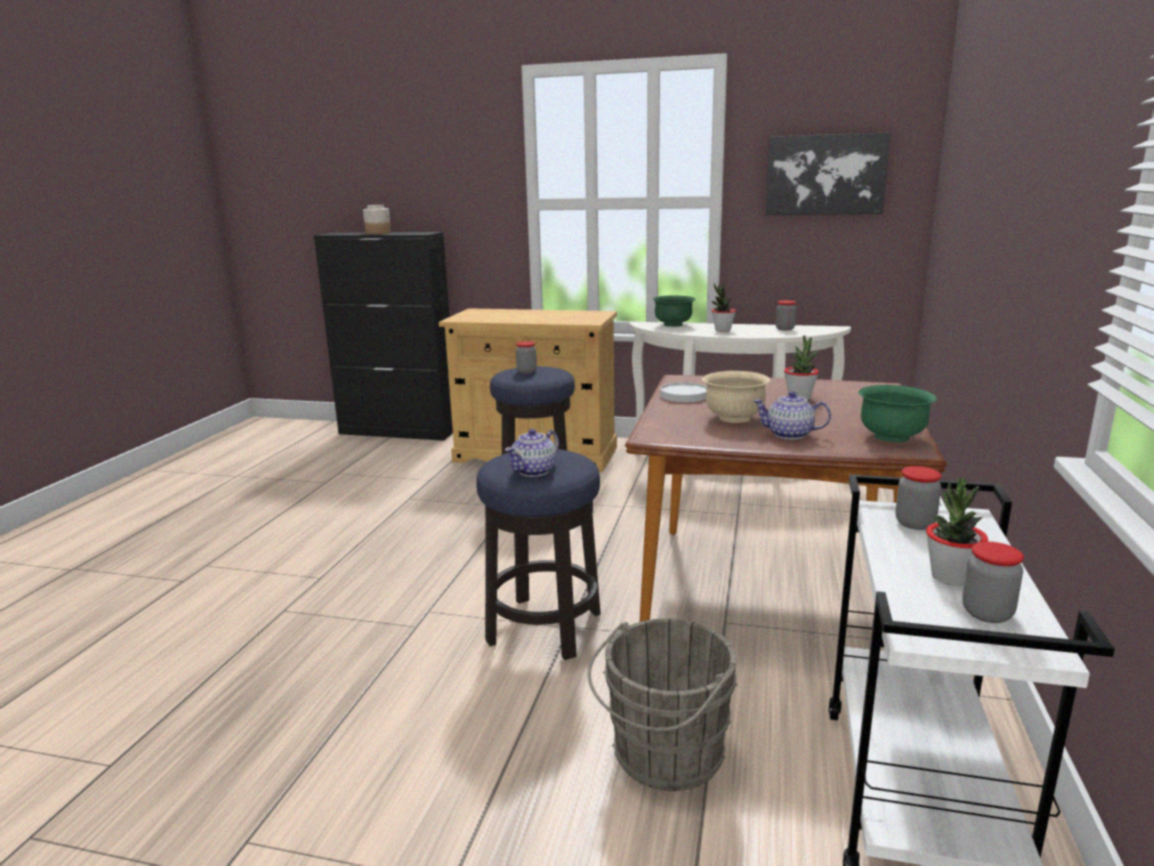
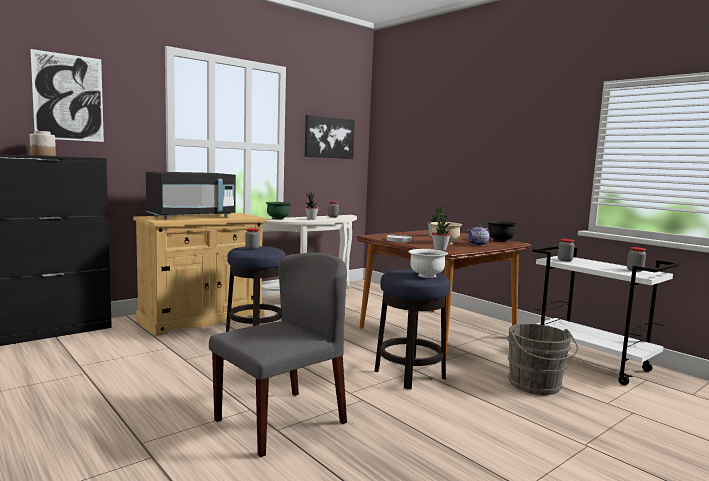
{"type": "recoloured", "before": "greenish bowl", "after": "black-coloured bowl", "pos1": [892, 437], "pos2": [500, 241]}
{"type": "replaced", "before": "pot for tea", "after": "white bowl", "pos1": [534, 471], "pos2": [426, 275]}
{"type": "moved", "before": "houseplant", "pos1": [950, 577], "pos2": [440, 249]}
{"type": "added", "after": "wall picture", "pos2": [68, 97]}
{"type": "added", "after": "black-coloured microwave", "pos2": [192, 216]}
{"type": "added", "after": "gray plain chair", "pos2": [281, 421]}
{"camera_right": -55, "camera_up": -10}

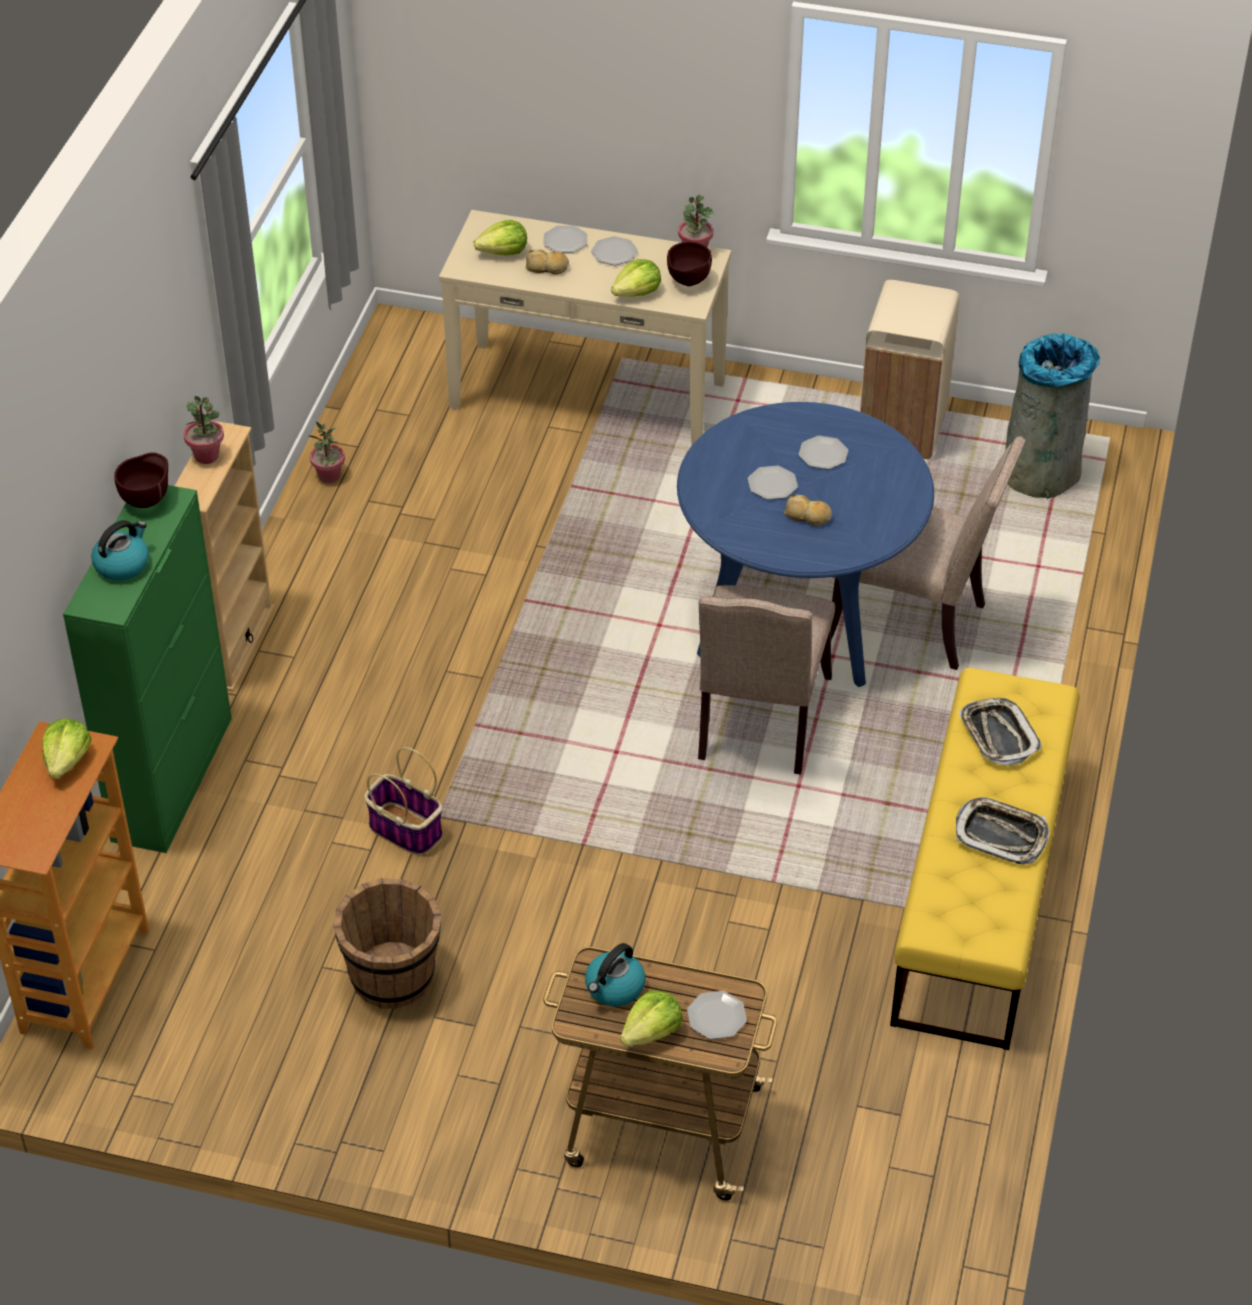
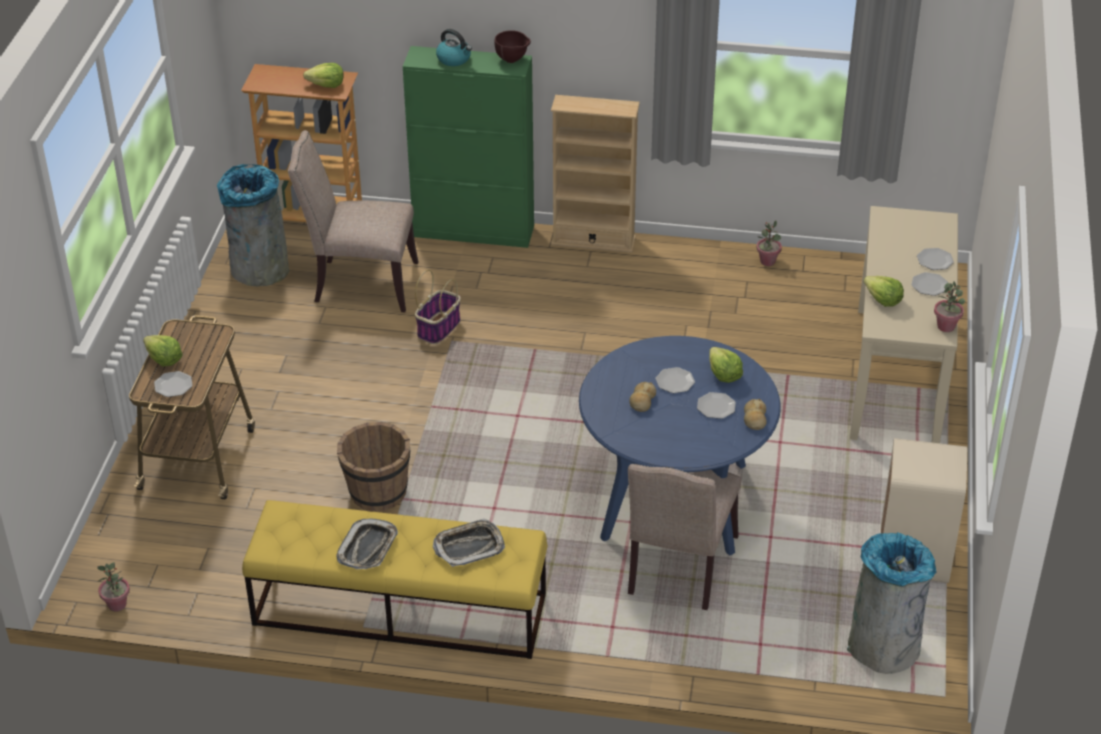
{"type": "moved", "before": "lettuce head", "pos1": [503, 252], "pos2": [723, 374]}
{"type": "removed", "before": "brown bowl", "pos1": [687, 283]}
{"type": "moved", "before": "bakery bread", "pos1": [547, 268], "pos2": [754, 419]}
{"type": "moved", "before": "houseplant", "pos1": [207, 456], "pos2": [117, 605]}
{"type": "moved", "before": "beige-coloured plain chair", "pos1": [759, 723], "pos2": [360, 283]}
{"type": "moved", "before": "brown water bucket", "pos1": [393, 977], "pos2": [377, 492]}
{"type": "removed", "before": "kettle", "pos1": [614, 988]}
{"type": "added", "after": "gray waste bin", "pos2": [259, 269]}
{"camera_right": 85, "camera_up": -5}

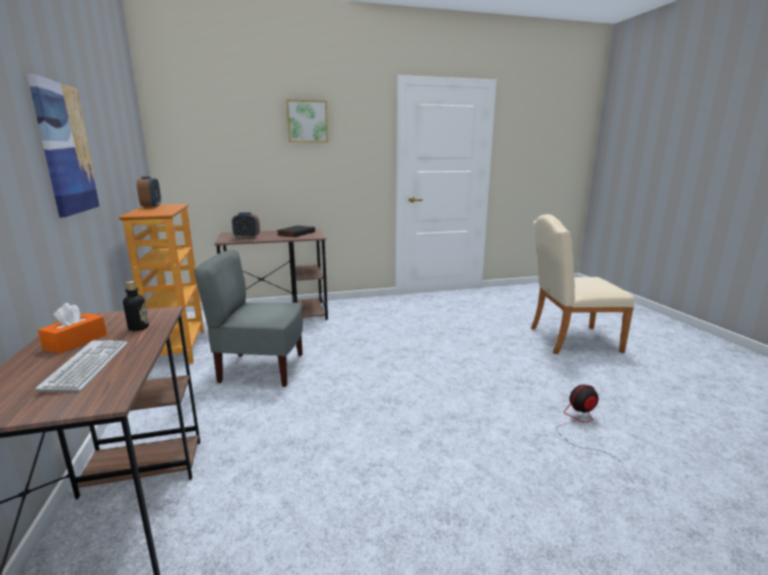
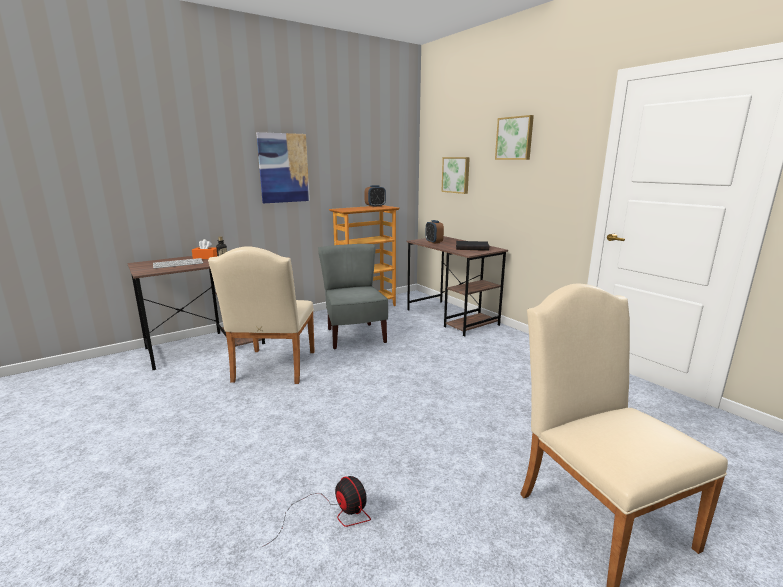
{"type": "added", "after": "wall picture", "pos2": [456, 175]}
{"type": "added", "after": "beige-coloured plain chair", "pos2": [273, 369]}
{"camera_right": 70, "camera_up": 0}

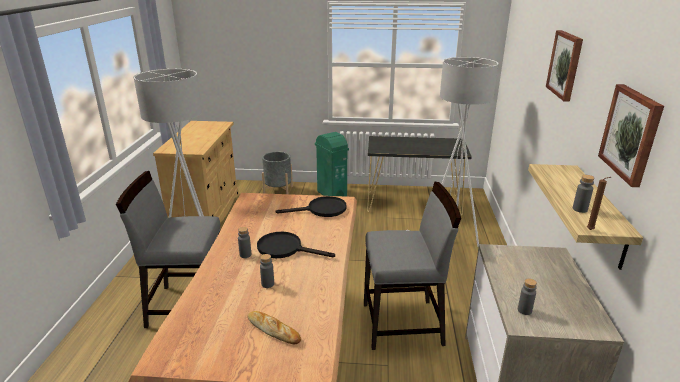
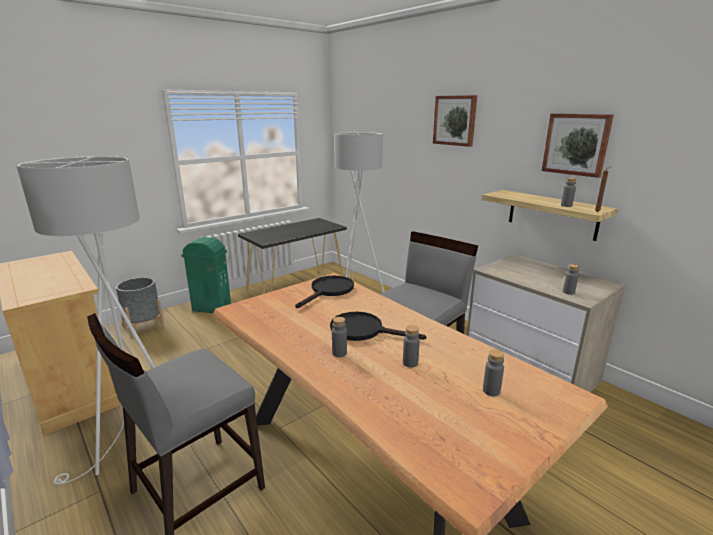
{"type": "turned", "before": "black-coloured skillet", "pos1": [285, 249], "pos2": [364, 330], "turn": 45}
{"type": "replaced", "before": "bakery bread", "after": "gray bottle", "pos1": [273, 330], "pos2": [491, 391]}
{"camera_right": -45, "camera_up": -5}

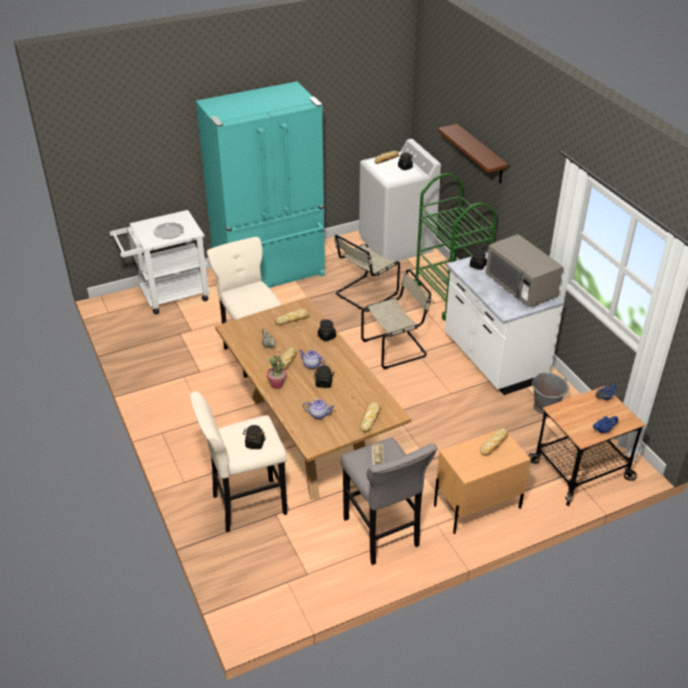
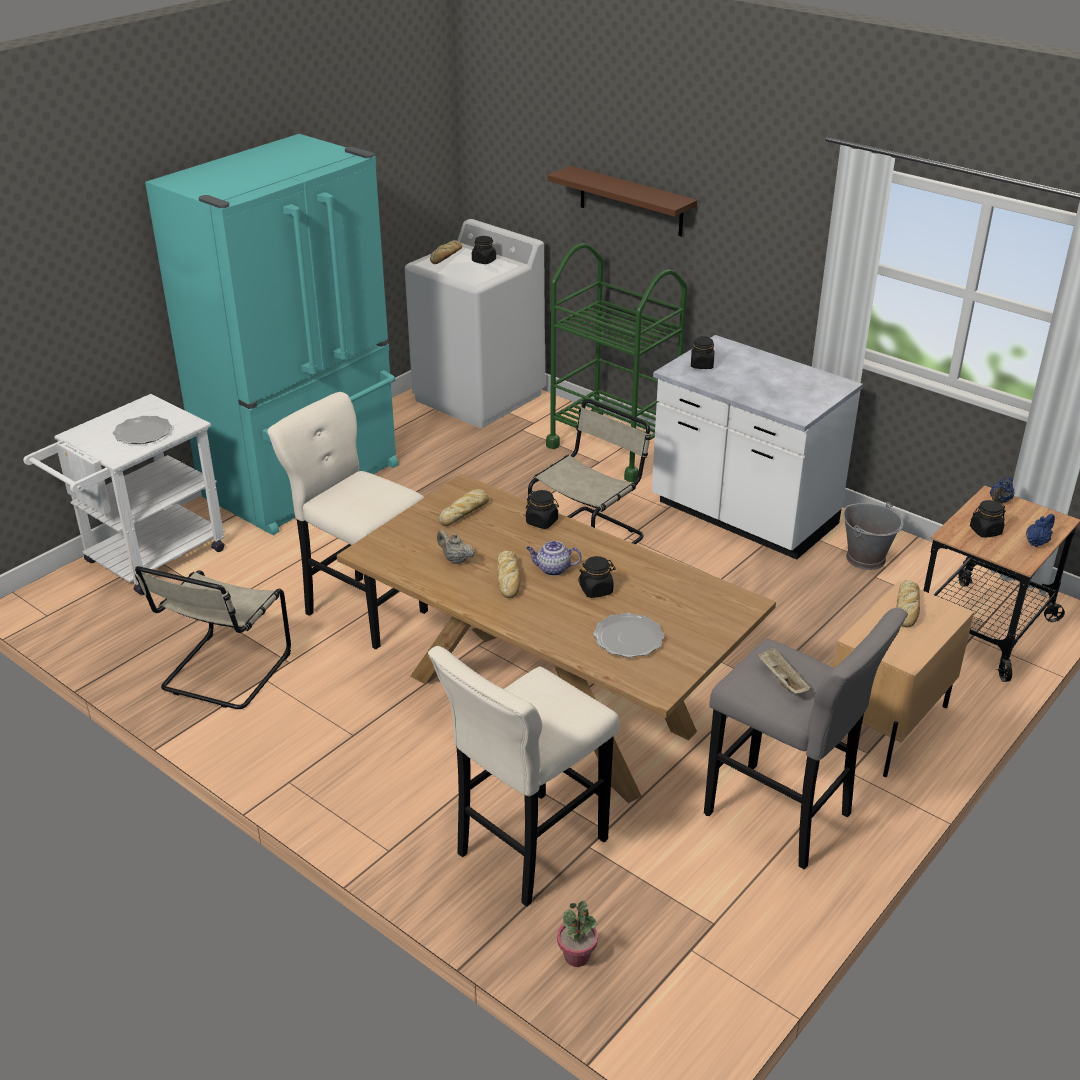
{"type": "moved", "before": "beige-coloured plain chair", "pos1": [364, 294], "pos2": [223, 674]}
{"type": "removed", "before": "gray microwave", "pos1": [520, 287]}
{"type": "moved", "before": "houseplant", "pos1": [277, 385], "pos2": [577, 956]}
{"type": "replaced", "before": "pot for tea", "after": "dinner plate", "pos1": [319, 414], "pos2": [628, 638]}
{"type": "removed", "before": "bakery bread", "pos1": [370, 418]}
{"type": "moved", "before": "black-coloured storage jar", "pos1": [254, 443], "pos2": [985, 531]}
{"camera_right": -25, "camera_up": -5}

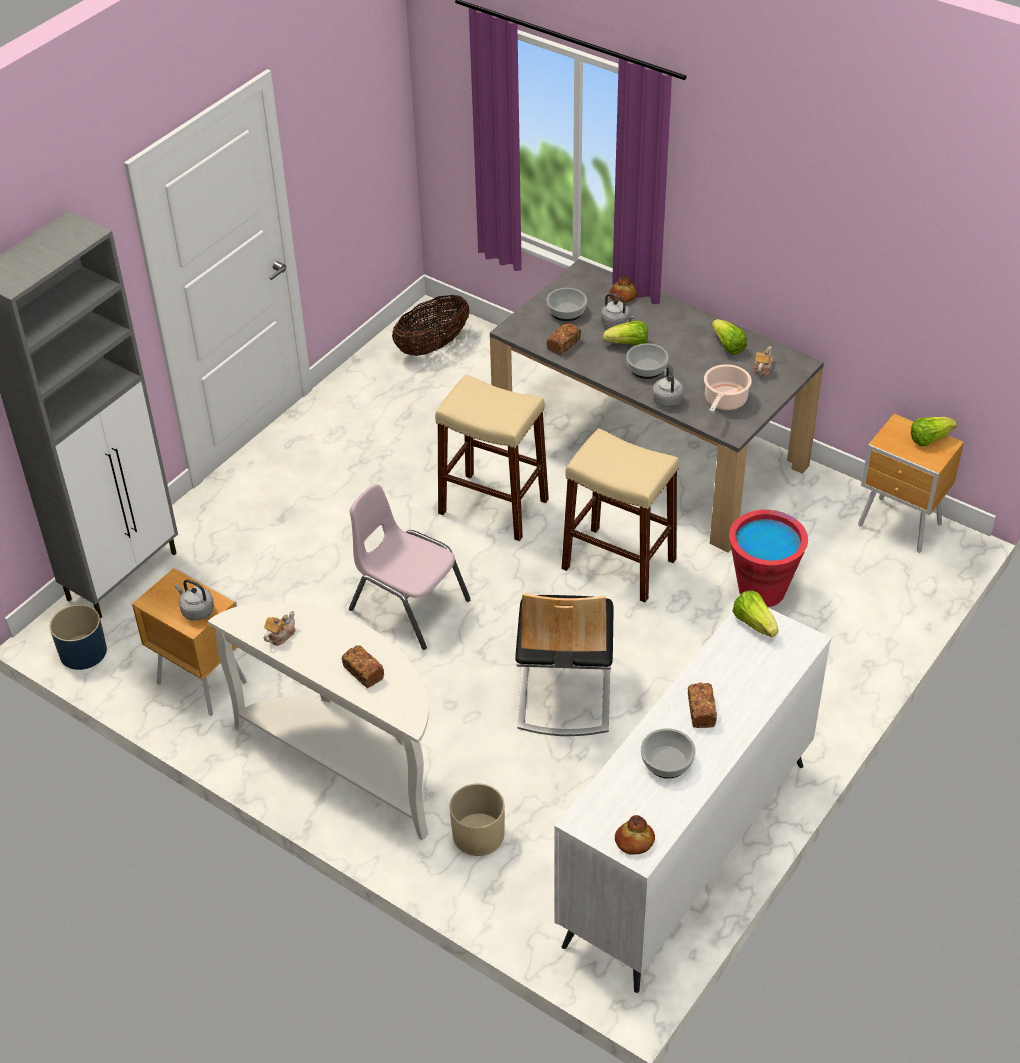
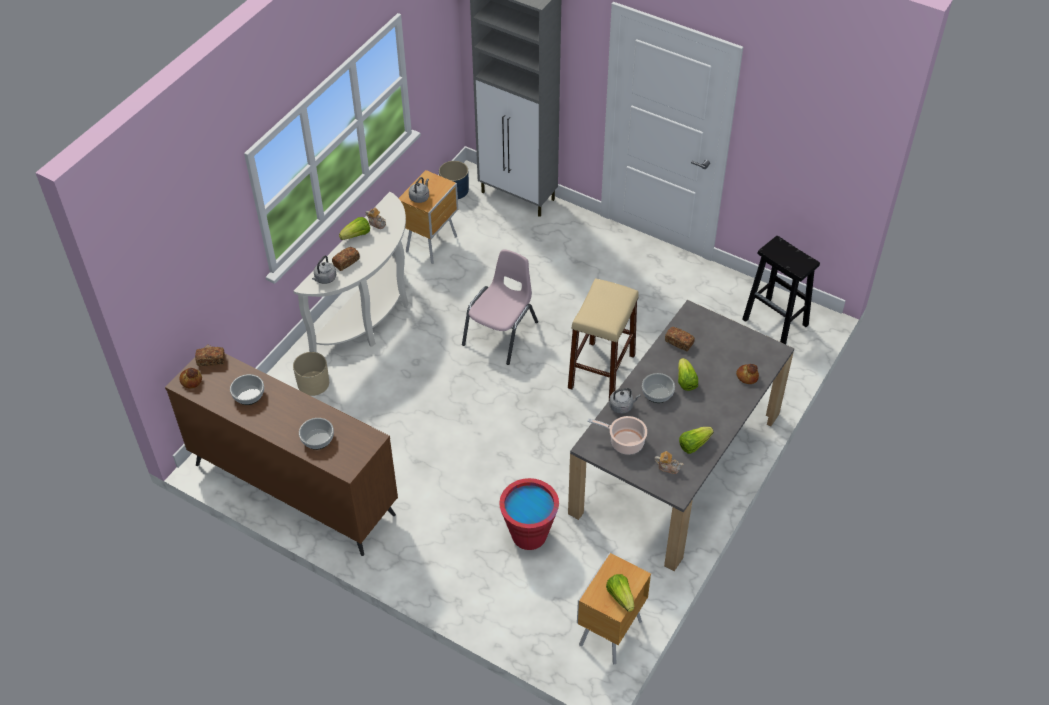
{"type": "moved", "before": "bowl", "pos1": [566, 311], "pos2": [318, 438]}
{"type": "moved", "before": "gray kettle", "pos1": [616, 324], "pos2": [324, 279]}
{"type": "replaced", "before": "basket", "after": "black-coloured stool seat", "pos1": [432, 346], "pos2": [776, 323]}
{"type": "removed", "before": "beige-coloured stool seat", "pos1": [618, 564]}
{"type": "moved", "before": "lettuce head", "pos1": [754, 623], "pos2": [357, 235]}
{"type": "removed", "before": "plain chair", "pos1": [563, 691]}
{"type": "recoloured", "before": "white dresser", "after": "brown dresser", "pos1": [685, 853], "pos2": [294, 488]}
{"type": "moved", "before": "bakery bread", "pos1": [701, 711], "pos2": [211, 360]}
{"camera_right": 85, "camera_up": 5}

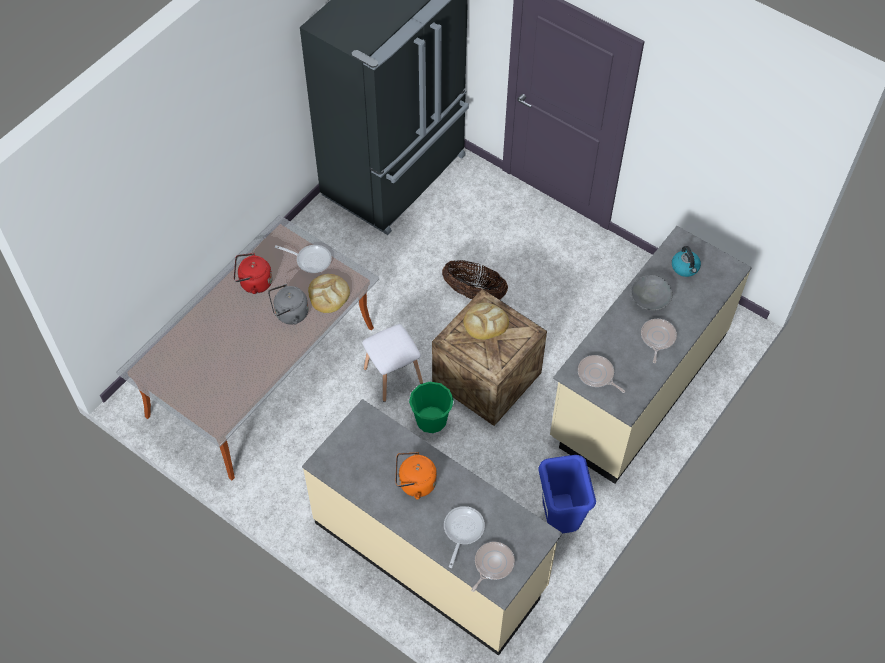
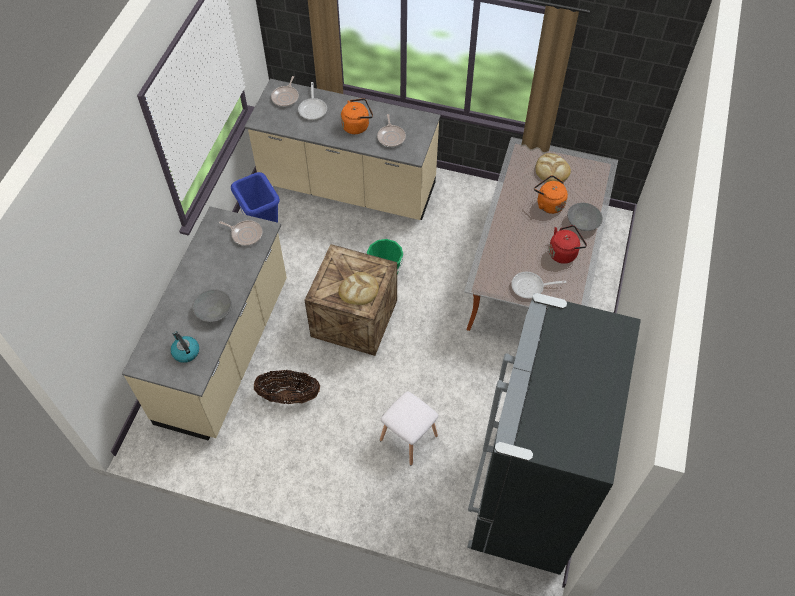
{"type": "moved", "before": "basket", "pos1": [474, 293], "pos2": [289, 396]}
{"type": "moved", "before": "bakery bread", "pos1": [328, 294], "pos2": [552, 170]}
{"type": "removed", "before": "gray kettle", "pos1": [289, 314]}
{"type": "moved", "before": "skillet", "pos1": [657, 338], "pos2": [391, 137]}
{"type": "moved", "before": "white stool seat", "pos1": [392, 376], "pos2": [409, 437]}
{"type": "added", "after": "orange-coloured kettle", "pos2": [548, 204]}
{"type": "added", "after": "gray bowl", "pos2": [583, 222]}
{"camera_right": 160, "camera_up": 0}

